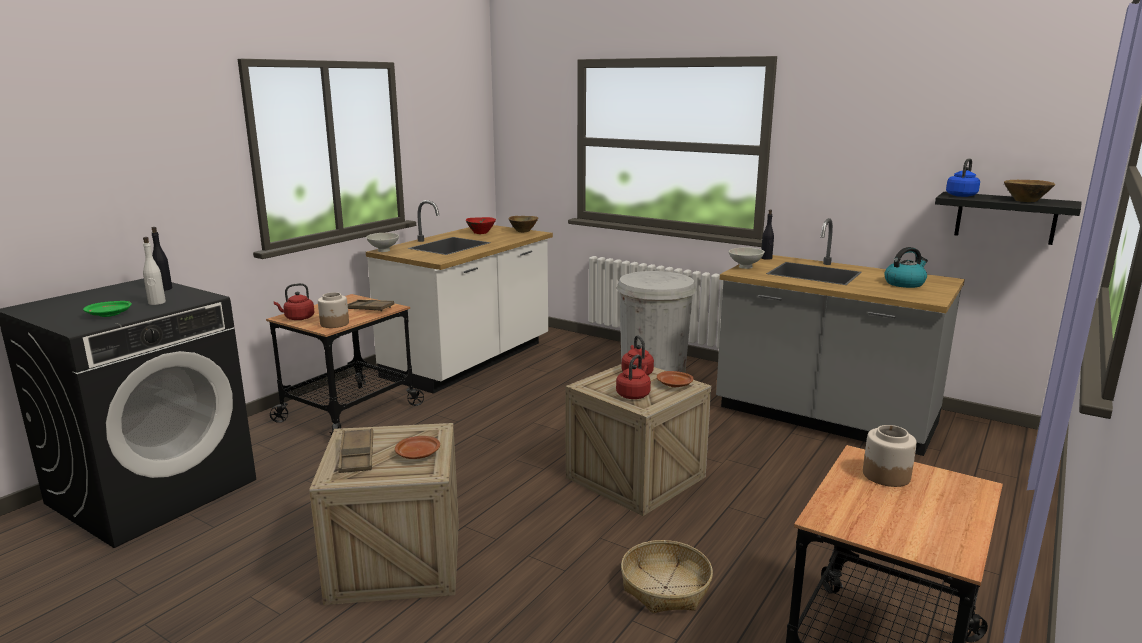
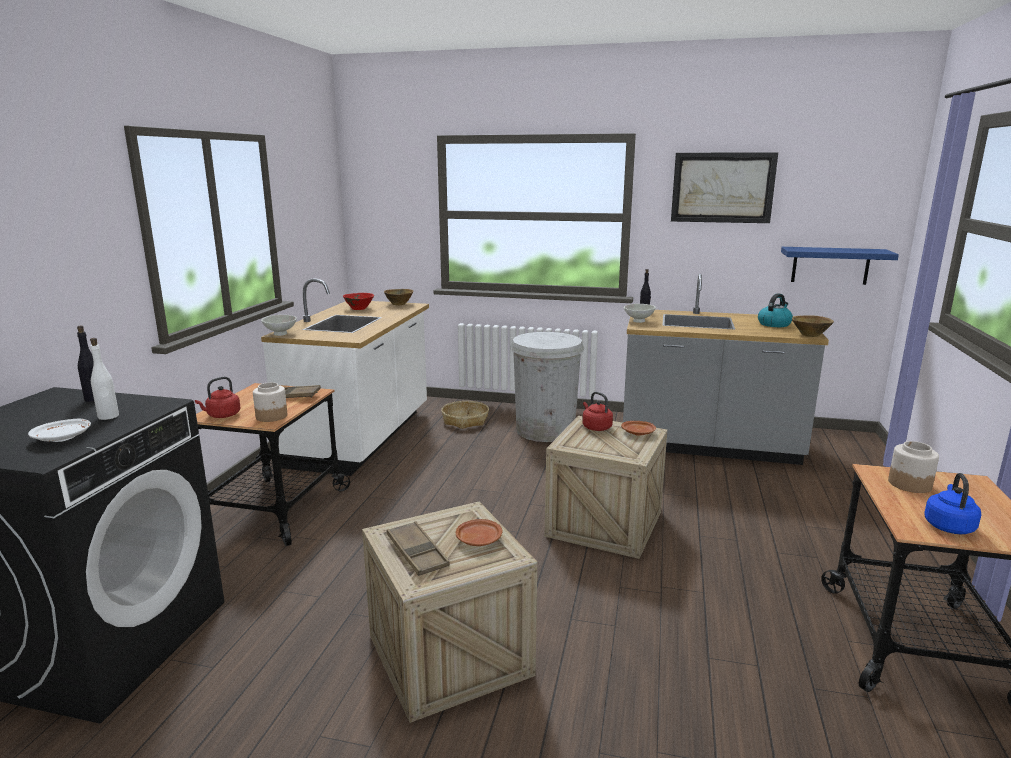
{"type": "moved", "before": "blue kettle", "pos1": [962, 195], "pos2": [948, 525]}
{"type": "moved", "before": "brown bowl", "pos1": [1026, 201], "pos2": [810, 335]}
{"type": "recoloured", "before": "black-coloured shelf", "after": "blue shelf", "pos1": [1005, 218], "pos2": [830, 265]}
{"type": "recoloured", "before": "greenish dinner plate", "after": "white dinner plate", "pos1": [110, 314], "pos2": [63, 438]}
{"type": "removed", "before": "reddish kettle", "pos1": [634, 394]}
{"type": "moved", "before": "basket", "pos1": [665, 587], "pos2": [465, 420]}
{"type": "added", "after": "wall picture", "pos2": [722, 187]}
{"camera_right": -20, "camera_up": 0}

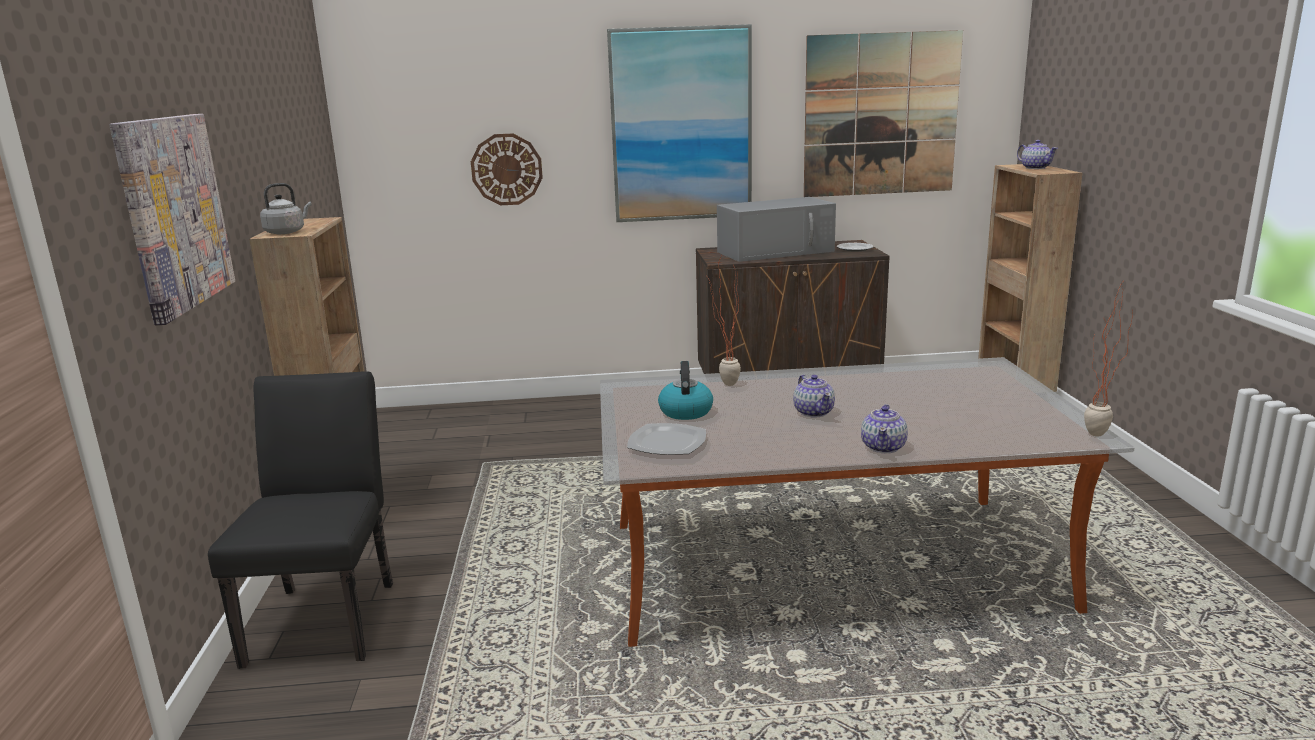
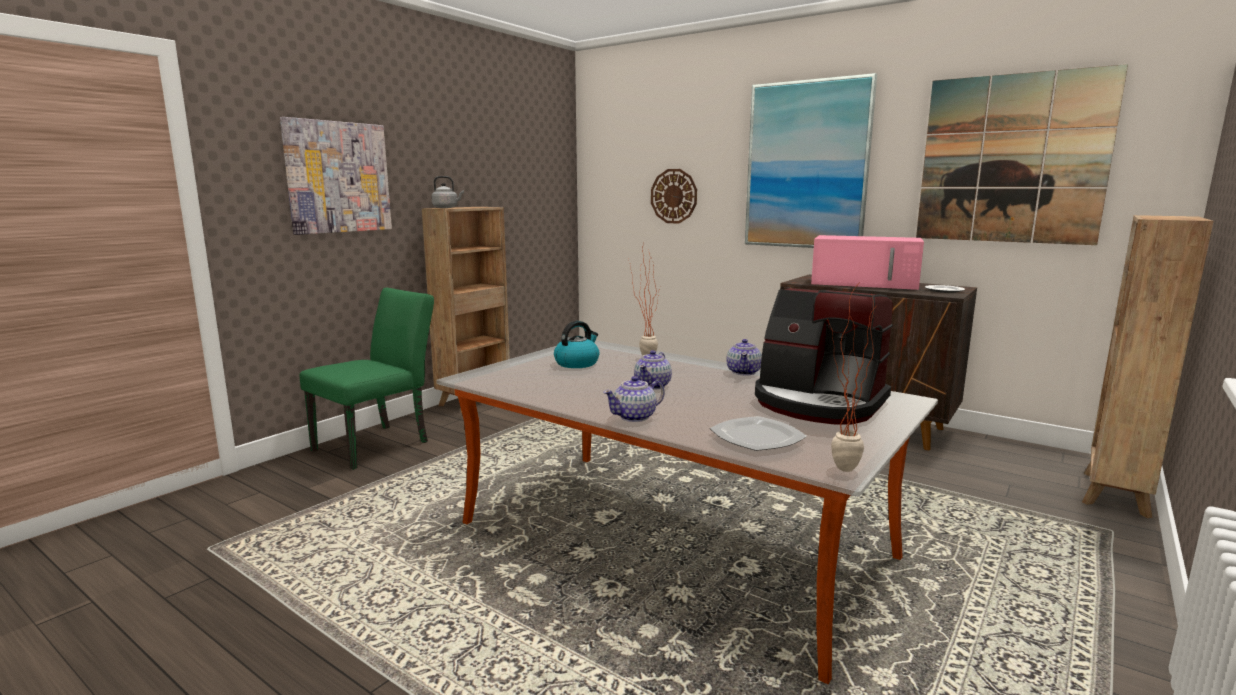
{"type": "moved", "before": "pot for tea", "pos1": [1035, 168], "pos2": [744, 372]}
{"type": "recoloured", "before": "gray microwave", "after": "pink microwave", "pos1": [776, 251], "pos2": [866, 283]}
{"type": "recoloured", "before": "black-coloured plain chair", "after": "greenish plain chair", "pos1": [327, 615], "pos2": [379, 444]}
{"type": "moved", "before": "dinner plate", "pos1": [668, 442], "pos2": [758, 437]}
{"type": "added", "after": "coffee maker", "pos2": [818, 403]}
{"camera_right": 40, "camera_up": -5}

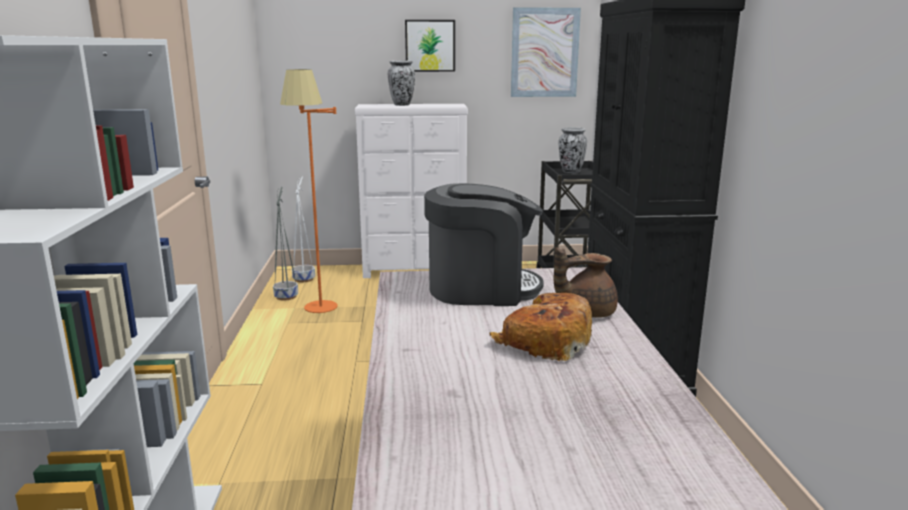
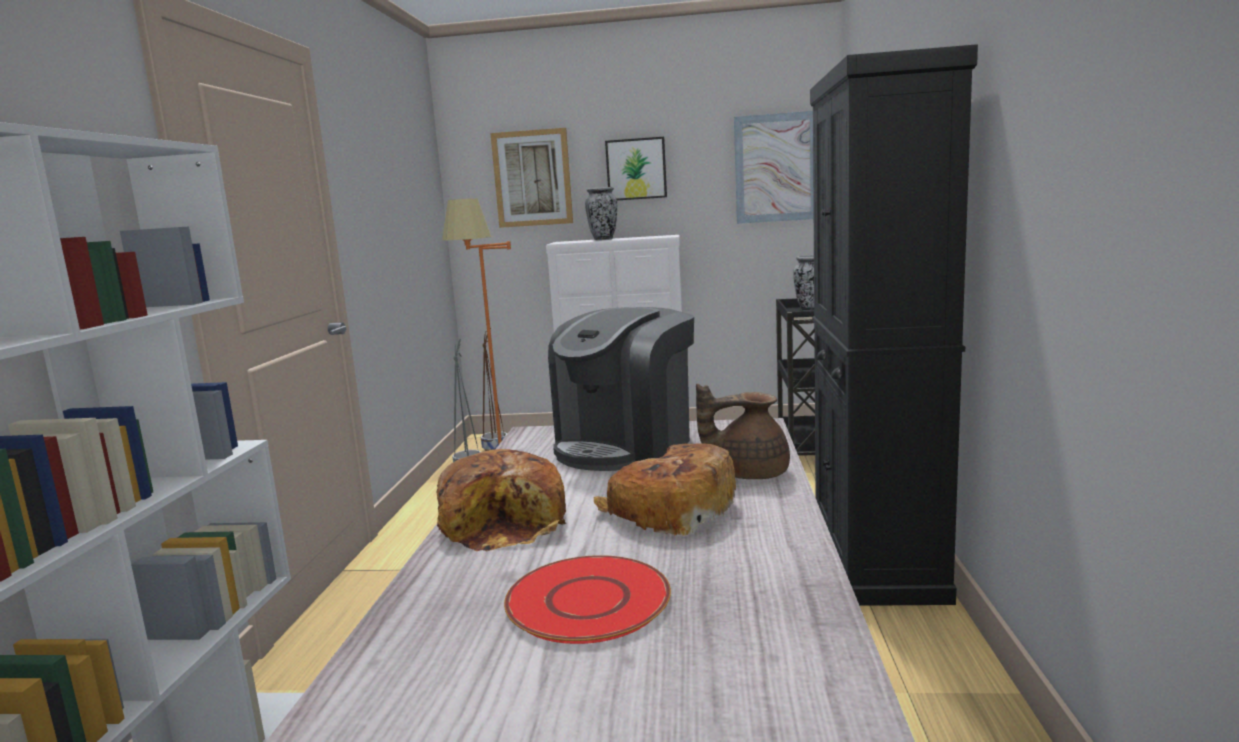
{"type": "recoloured", "before": "white plant pot", "after": "brown plant pot", "pos1": [304, 279], "pos2": [495, 448]}
{"type": "turned", "before": "coffee maker", "pos1": [481, 289], "pos2": [625, 445], "turn": 120}
{"type": "added", "after": "wall picture", "pos2": [532, 178]}
{"type": "added", "after": "bakery bread", "pos2": [506, 522]}
{"type": "added", "after": "reddish dinner plate", "pos2": [587, 600]}
{"camera_right": 10, "camera_up": -5}

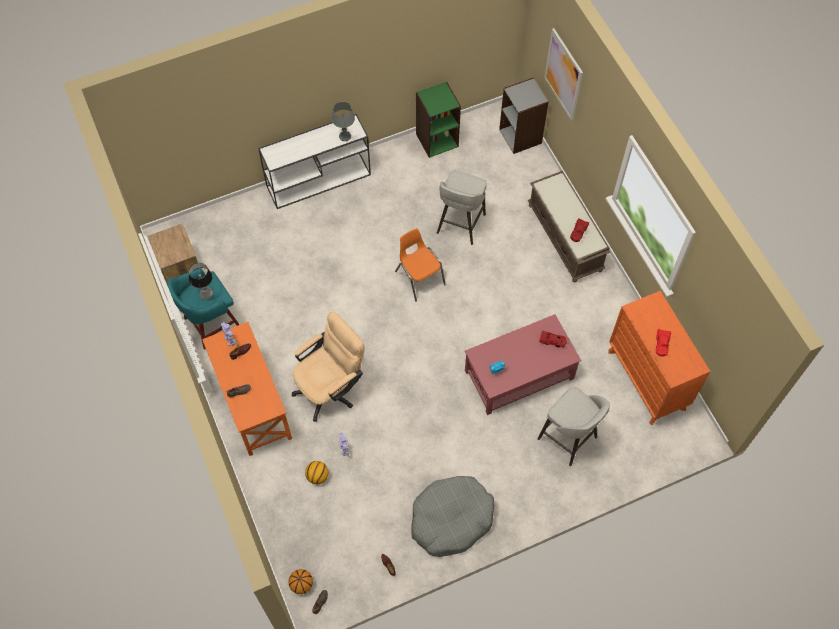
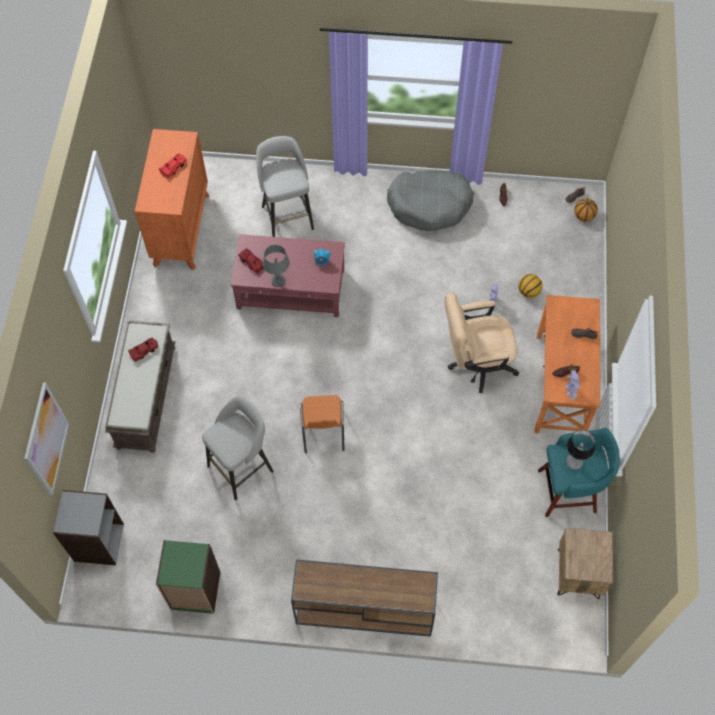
{"type": "moved", "before": "gray tabletop lamp", "pos1": [344, 136], "pos2": [278, 281]}
{"type": "recoloured", "before": "white console table", "after": "brown console table", "pos1": [319, 180], "pos2": [363, 610]}
{"camera_right": -150, "camera_up": 0}

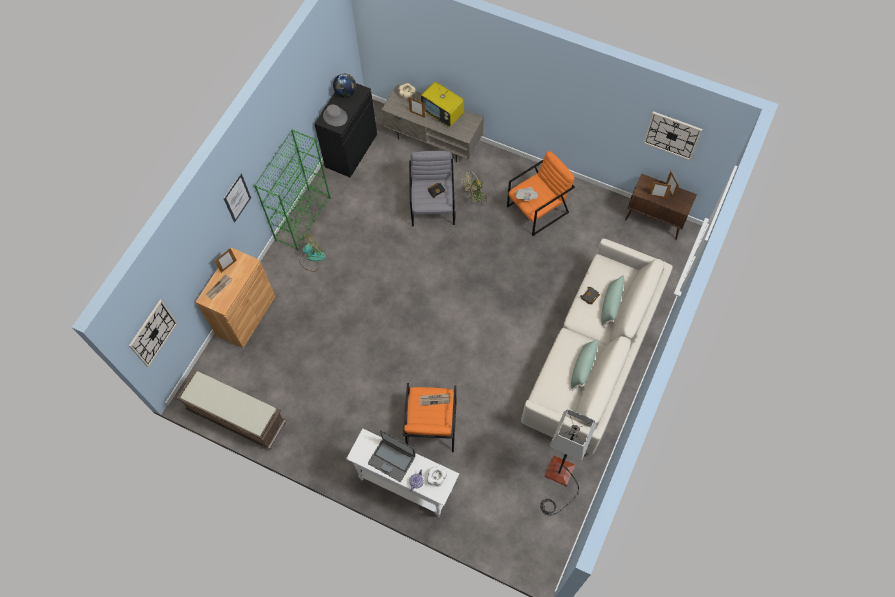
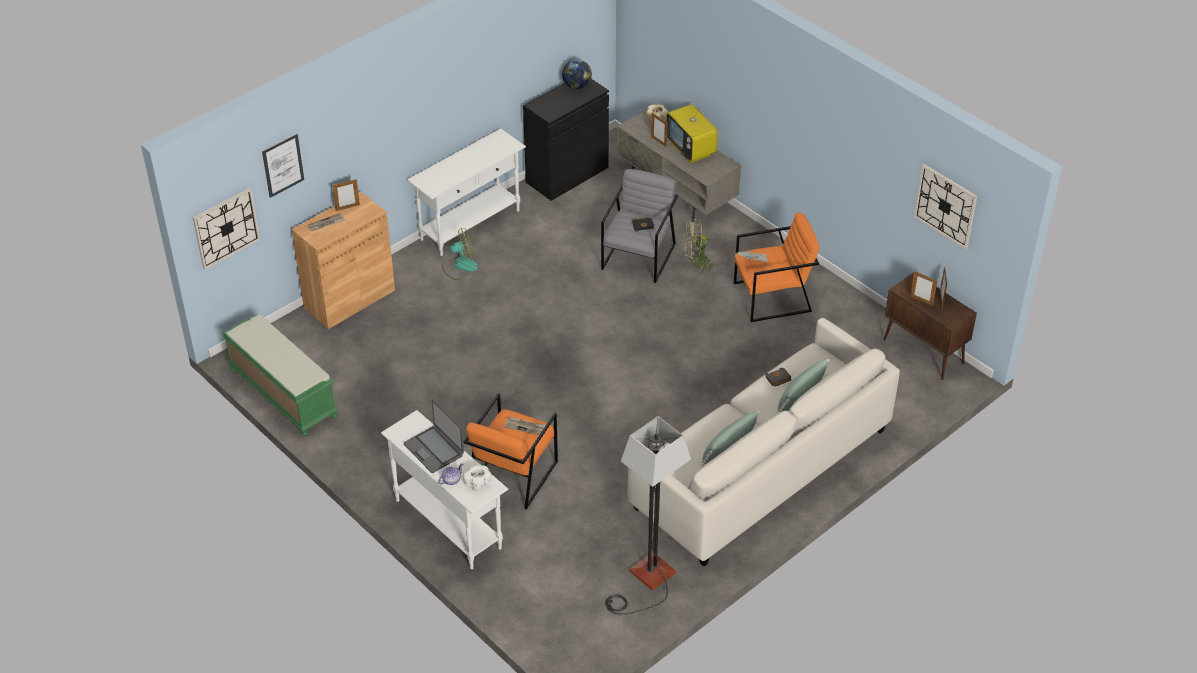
{"type": "removed", "before": "gray wearable hat", "pos1": [335, 117]}
{"type": "replaced", "before": "greenish shelving unit", "after": "white console table", "pos1": [303, 218], "pos2": [471, 225]}
{"type": "moved", "before": "wall picture", "pos1": [237, 197], "pos2": [283, 165]}
{"type": "recoloured", "before": "brown long seat", "after": "greenish long seat", "pos1": [236, 417], "pos2": [282, 392]}
{"camera_right": 20, "camera_up": -20}

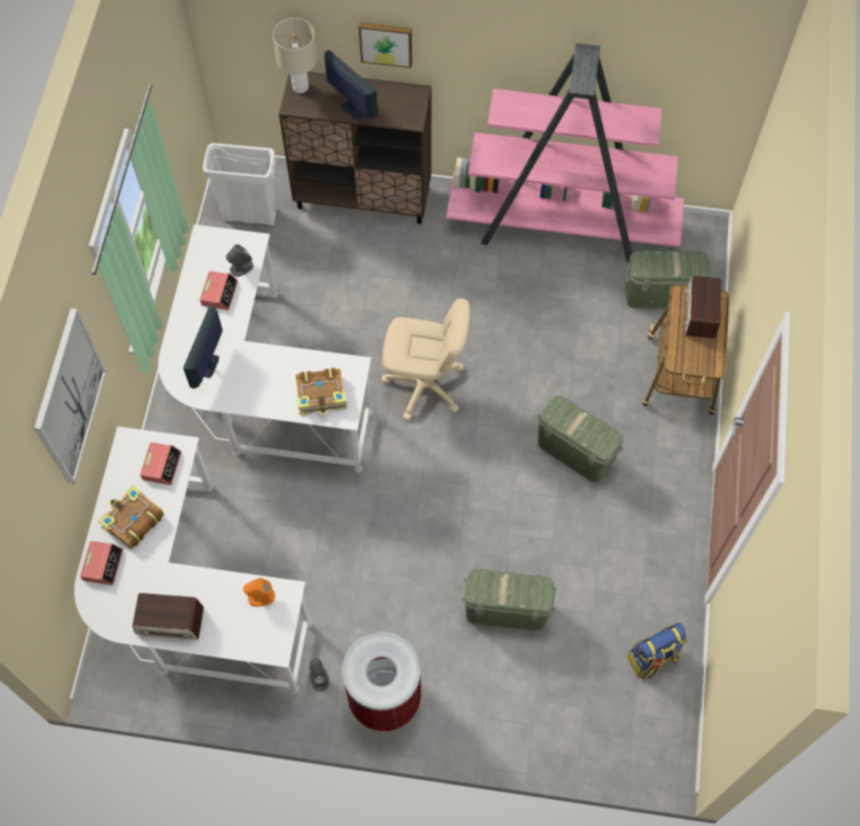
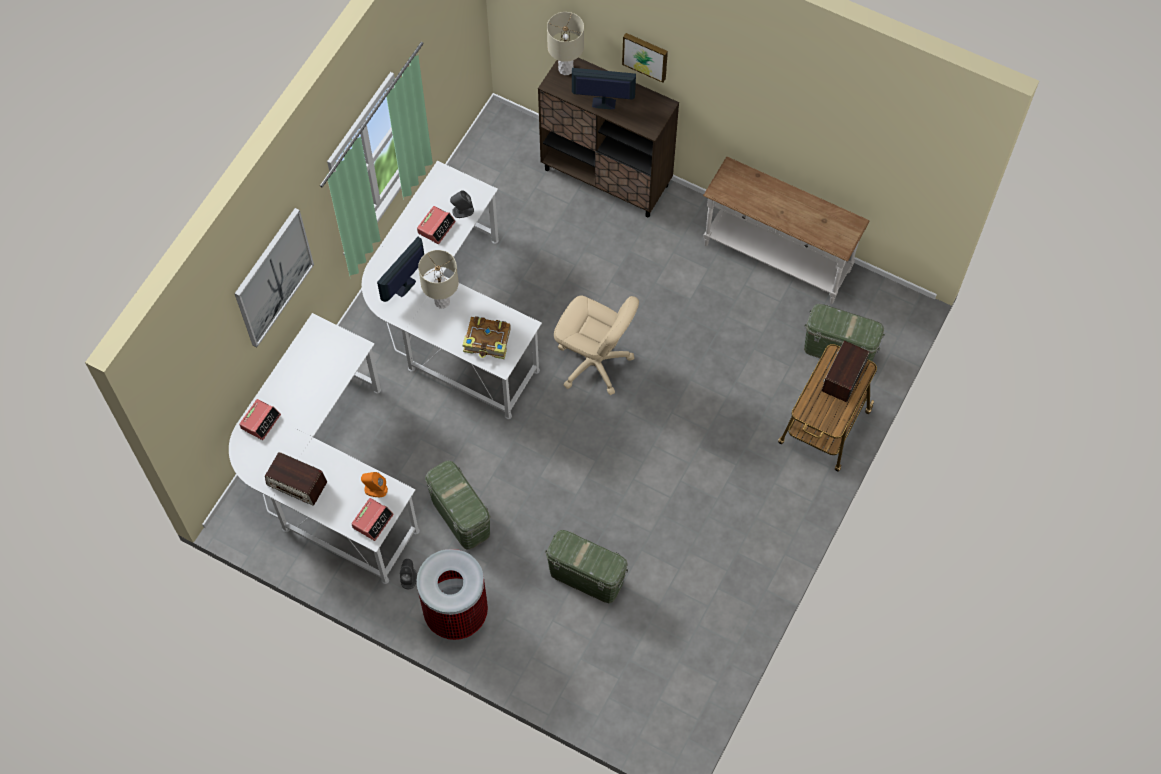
{"type": "replaced", "before": "pink shelving unit", "after": "white console table", "pos1": [563, 226], "pos2": [776, 259]}
{"type": "turned", "before": "computer display", "pos1": [353, 109], "pos2": [603, 103], "turn": -60}
{"type": "removed", "before": "white waste bin", "pos1": [250, 215]}
{"type": "moved", "before": "greenish storage container", "pos1": [575, 452], "pos2": [460, 516]}
{"type": "moved", "before": "table clock", "pos1": [161, 465], "pos2": [373, 521]}
{"type": "removed", "before": "book", "pos1": [132, 521]}
{"type": "removed", "before": "rucksack", "pos1": [652, 659]}
{"type": "added", "after": "beige-coloured tabletop lamp", "pos2": [442, 302]}
{"camera_right": 20, "camera_up": 0}

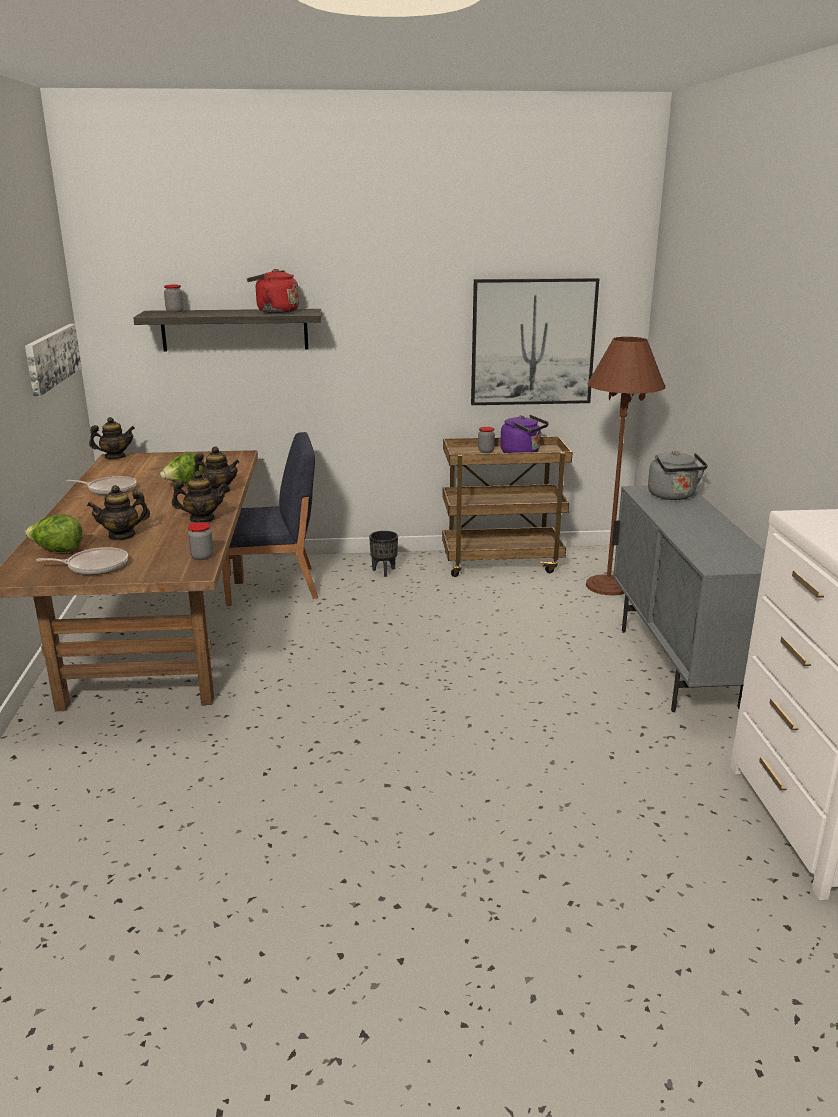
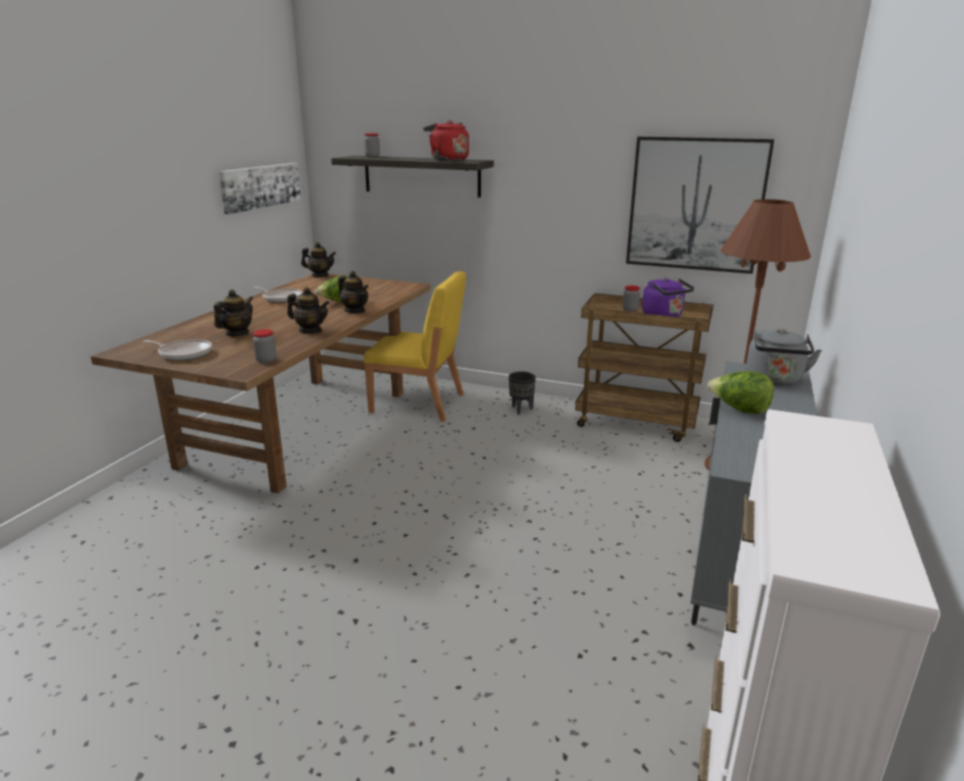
{"type": "recoloured", "before": "blue plain chair", "after": "yellowish plain chair", "pos1": [272, 586], "pos2": [418, 404]}
{"type": "turned", "before": "pot for tea", "pos1": [122, 535], "pos2": [237, 334], "turn": 120}
{"type": "moved", "before": "lettuce head", "pos1": [57, 551], "pos2": [739, 410]}
{"camera_right": 25, "camera_up": 0}

